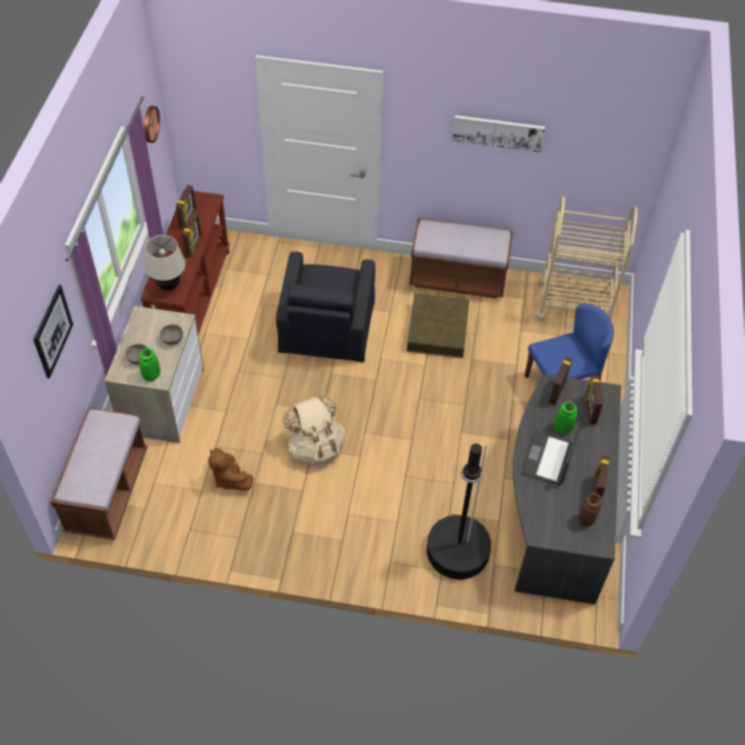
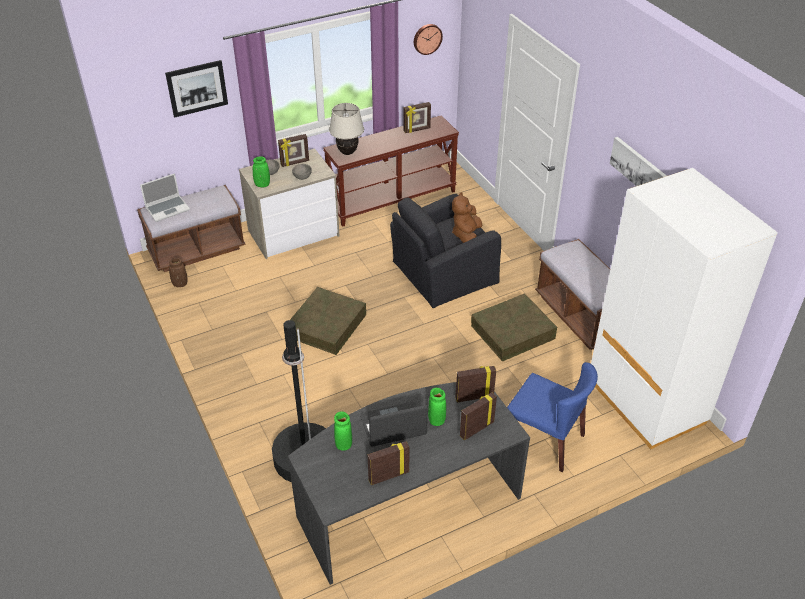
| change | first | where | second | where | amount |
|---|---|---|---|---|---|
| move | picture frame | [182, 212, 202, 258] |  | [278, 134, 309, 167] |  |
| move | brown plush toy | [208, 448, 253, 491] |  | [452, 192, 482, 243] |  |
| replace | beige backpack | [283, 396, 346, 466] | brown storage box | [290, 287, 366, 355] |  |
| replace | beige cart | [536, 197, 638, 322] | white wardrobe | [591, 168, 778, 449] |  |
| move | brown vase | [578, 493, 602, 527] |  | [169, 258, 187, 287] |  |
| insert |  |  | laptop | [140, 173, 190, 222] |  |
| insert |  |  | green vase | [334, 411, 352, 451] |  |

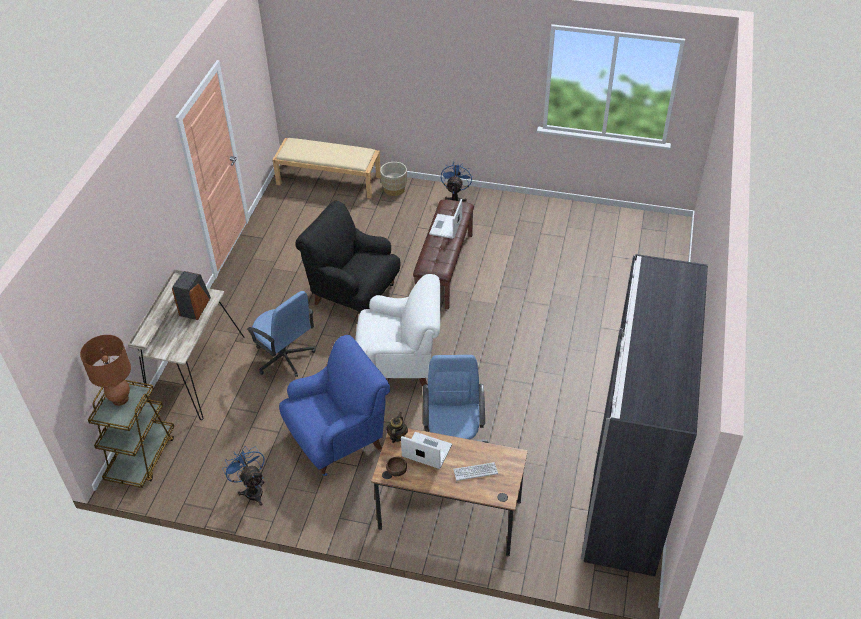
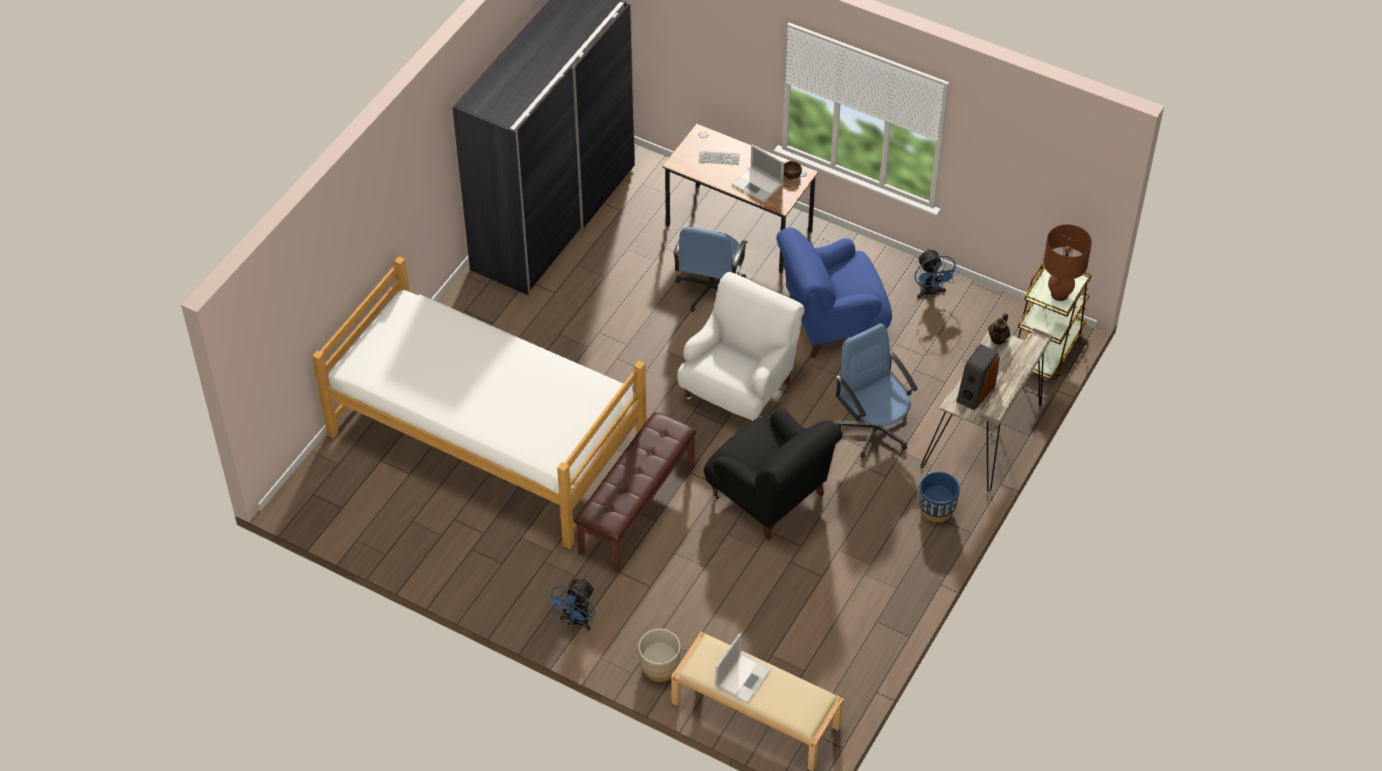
| change | first | where | second | where | amount |
|---|---|---|---|---|---|
| rotate | white armchair | [355, 274, 440, 386] |  | [677, 272, 805, 422] | 105 degrees clockwise |
| move | teapot | [386, 412, 408, 443] |  | [988, 313, 1010, 345] |  |
| move | laptop | [429, 199, 462, 239] |  | [715, 633, 771, 704] |  |
| insert |  |  | bed | [312, 257, 647, 549] |  |
| insert |  |  | blue planter | [919, 472, 960, 522] |  |

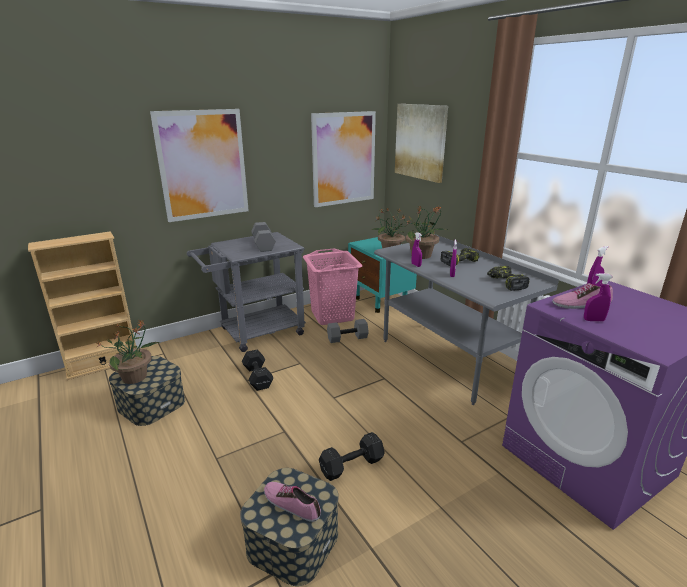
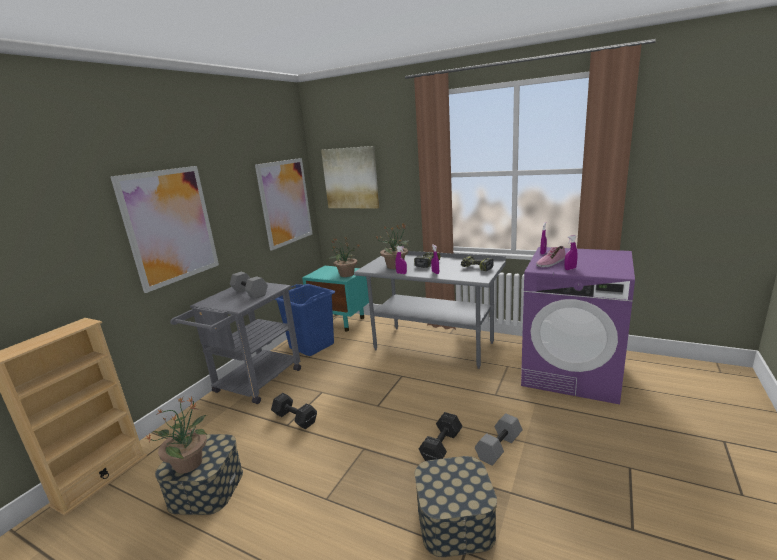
| change | first | where | second | where | amount |
|---|---|---|---|---|---|
| delete | shoe | [264, 482, 321, 522] |  |  |  |
| recolor | pink laundry basket | [303, 249, 363, 325] | blue laundry basket | [274, 284, 335, 356] |  |
| move | grey dumbbell | [327, 319, 369, 343] |  | [475, 413, 523, 466] |  |

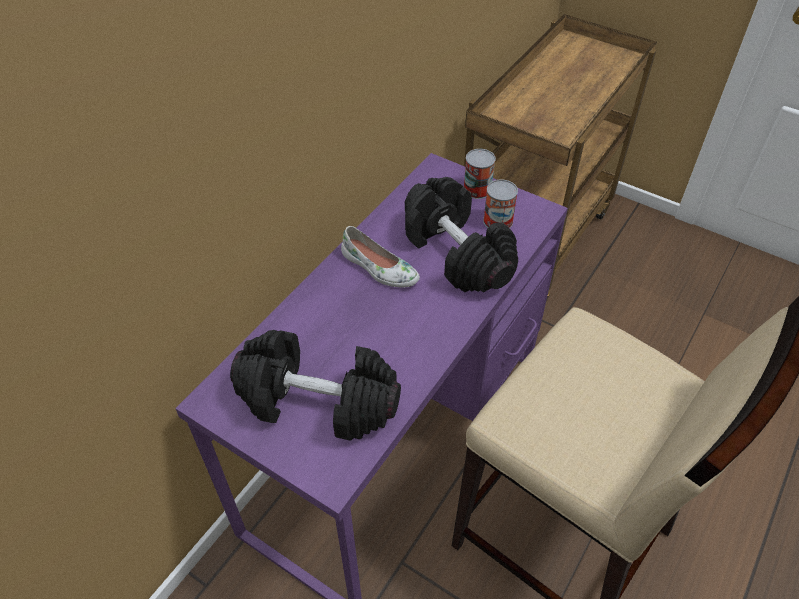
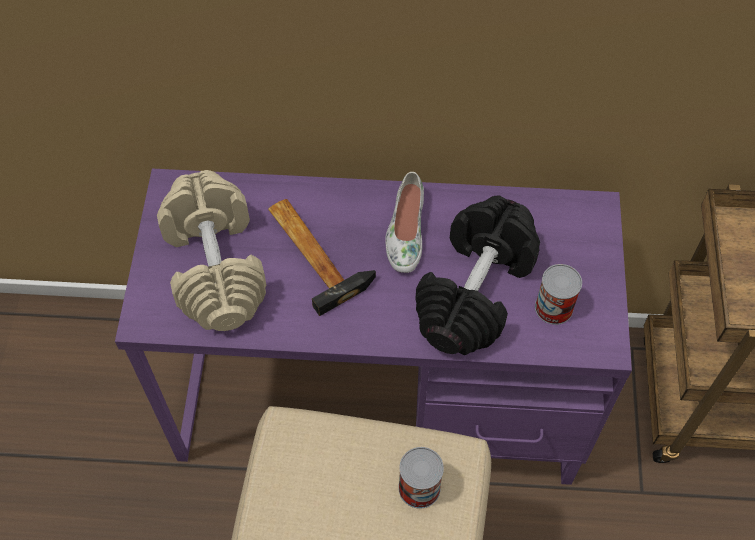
| change | first | where | second | where | amount |
|---|---|---|---|---|---|
| recolor | black dumbbell | [230, 330, 401, 441] | beige dumbbell | [157, 170, 267, 331] |  |
| move | can | [464, 149, 496, 199] |  | [398, 447, 444, 509] |  |
| insert |  |  | hammer | [268, 199, 376, 316] |  |

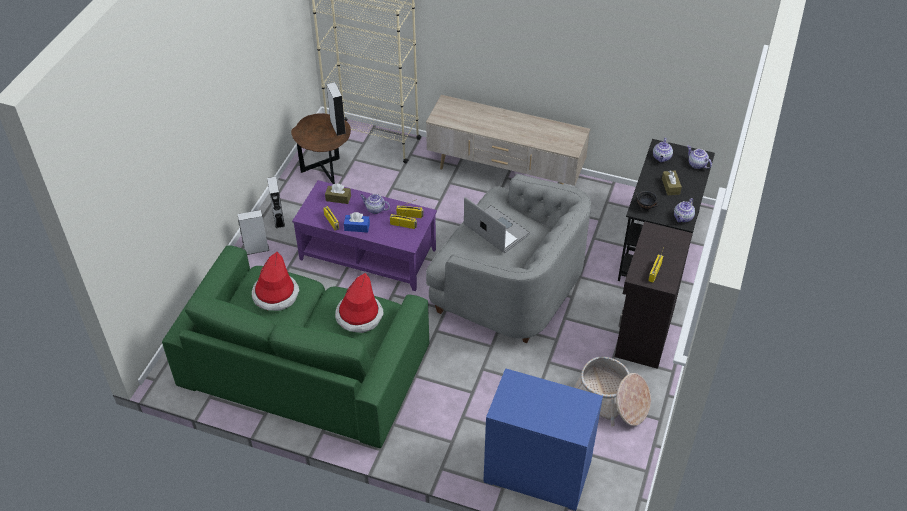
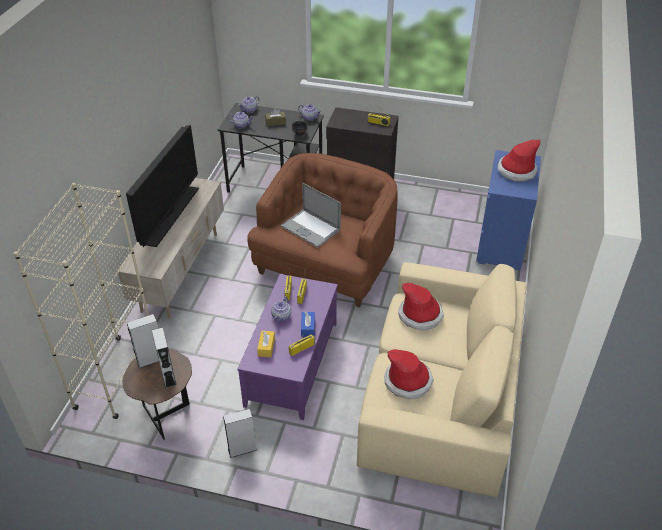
| change | first | where | second | where | amount |
|---|---|---|---|---|---|
| recolor | green sofa | [162, 245, 429, 448] | beige sofa | [357, 262, 526, 497] |  |
| move | grey speaker | [238, 210, 269, 255] |  | [152, 327, 176, 388] |  |
| recolor | brown tissue box | [325, 183, 351, 204] | yellow tissue box | [257, 331, 275, 357] |  |
| recolor | grey armchair | [426, 174, 591, 344] | brown armchair | [247, 153, 398, 308] |  |
| rotate | laptop | [464, 197, 530, 253] |  | [281, 183, 341, 248] | 90 degrees counterclockwise |
| delete | basket | [574, 357, 651, 427] |  |  |  |
| insert |  |  | television | [126, 125, 199, 247] |  |
| insert |  |  | hat | [498, 140, 540, 182] |  |

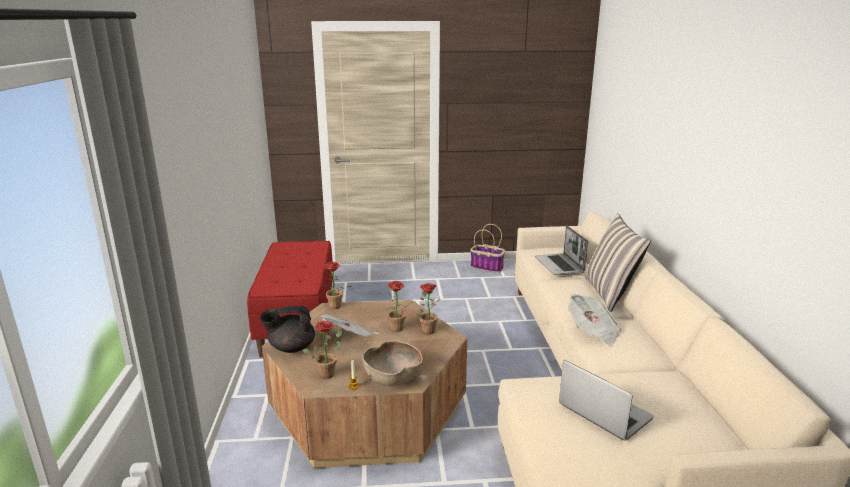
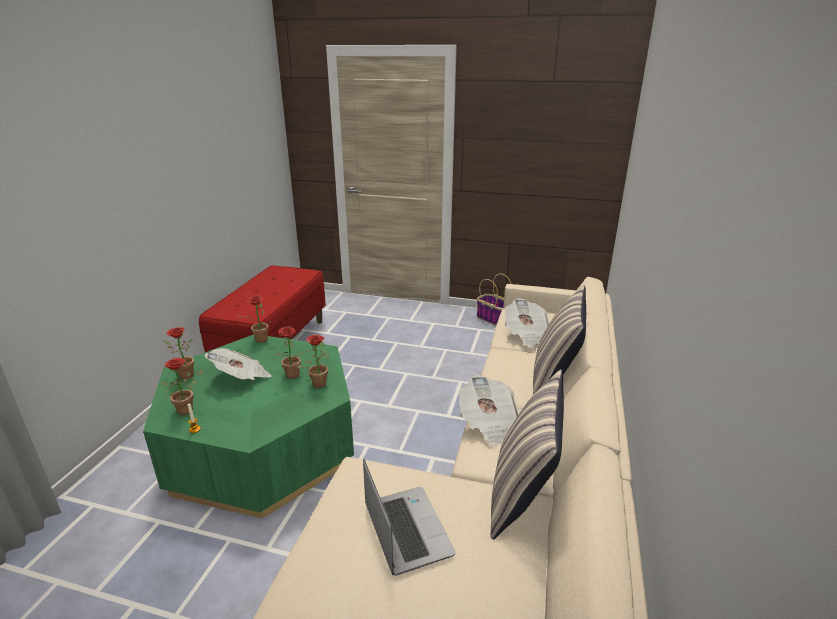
| change | first | where | second | where | amount |
|---|---|---|---|---|---|
| replace | black teapot | [260, 305, 315, 353] | potted plant | [163, 327, 194, 379] |  |
| recolor | brown coffee table | [262, 300, 467, 468] | green coffee table | [143, 334, 354, 519] |  |
| delete | brown bowl | [362, 341, 423, 386] |  |  |  |
| replace | laptop | [535, 225, 588, 275] | newspaper | [505, 298, 550, 347] |  |
| insert |  |  | pillow | [491, 369, 564, 540] |  |

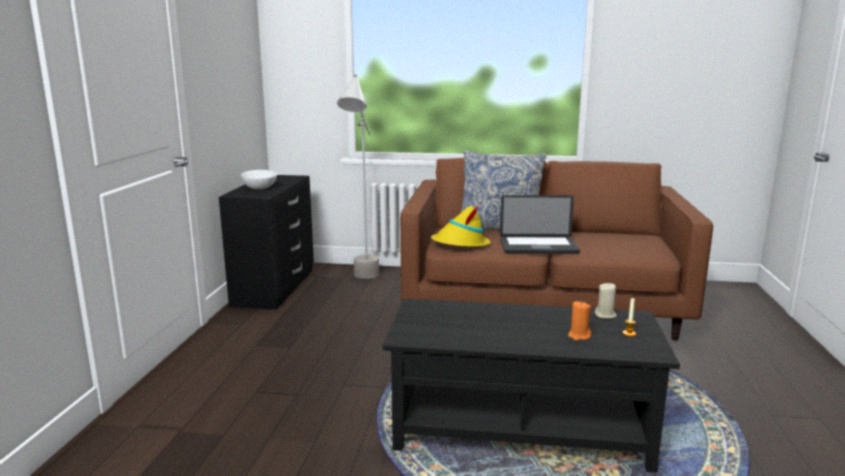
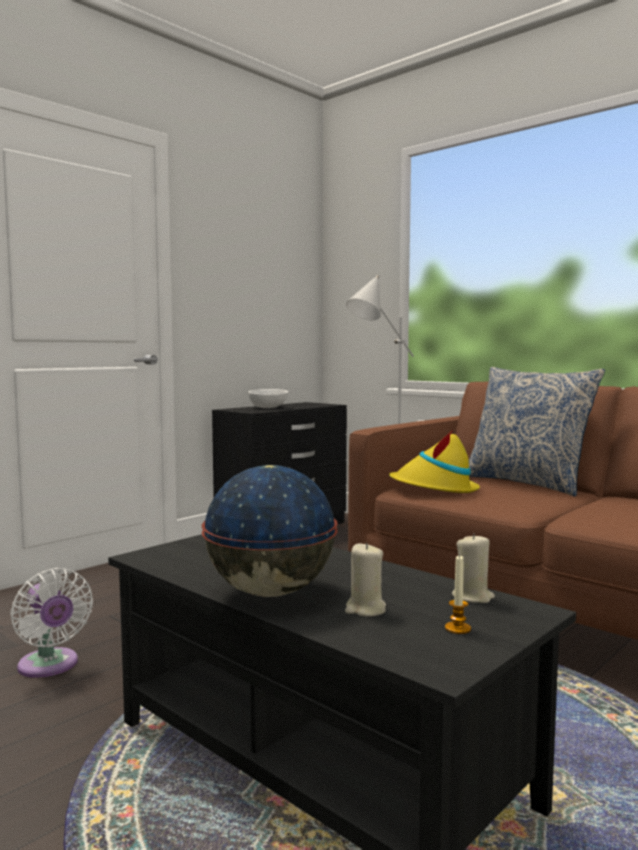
| change | first | where | second | where | amount |
|---|---|---|---|---|---|
| delete | laptop | [500, 195, 580, 254] |  |  |  |
| recolor | orange candle | [568, 301, 592, 341] | beige candle | [345, 543, 386, 617] |  |
| insert |  |  | white fan | [10, 568, 93, 678] |  |
| insert |  |  | globe | [202, 465, 338, 597] |  |

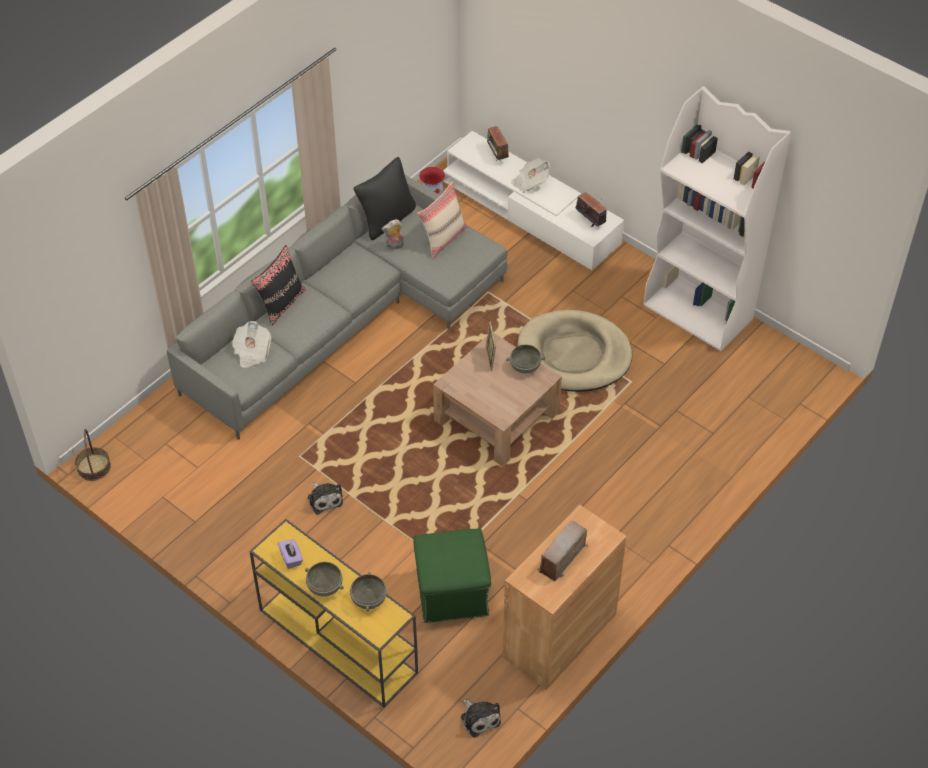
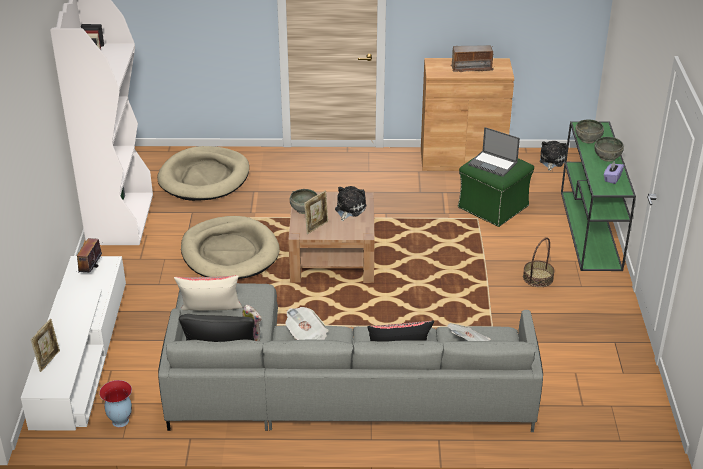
| change | first | where | second | where | amount |
|---|---|---|---|---|---|
| move | basket | [75, 429, 111, 481] |  | [523, 237, 555, 287] |  |
| recolor | yellow console table | [249, 519, 418, 707] | green console table | [561, 121, 636, 271] |  |
| move | plush toy | [308, 482, 343, 515] |  | [335, 186, 367, 221] |  |
| replace | radio | [487, 126, 509, 161] | picture frame | [31, 319, 60, 372] |  |
| move | newspaper | [511, 158, 550, 193] |  | [285, 307, 328, 340] |  |
| insert |  |  | beige dog bed | [157, 146, 249, 201] |  |
| insert |  |  | laptop | [468, 127, 520, 177] |  |

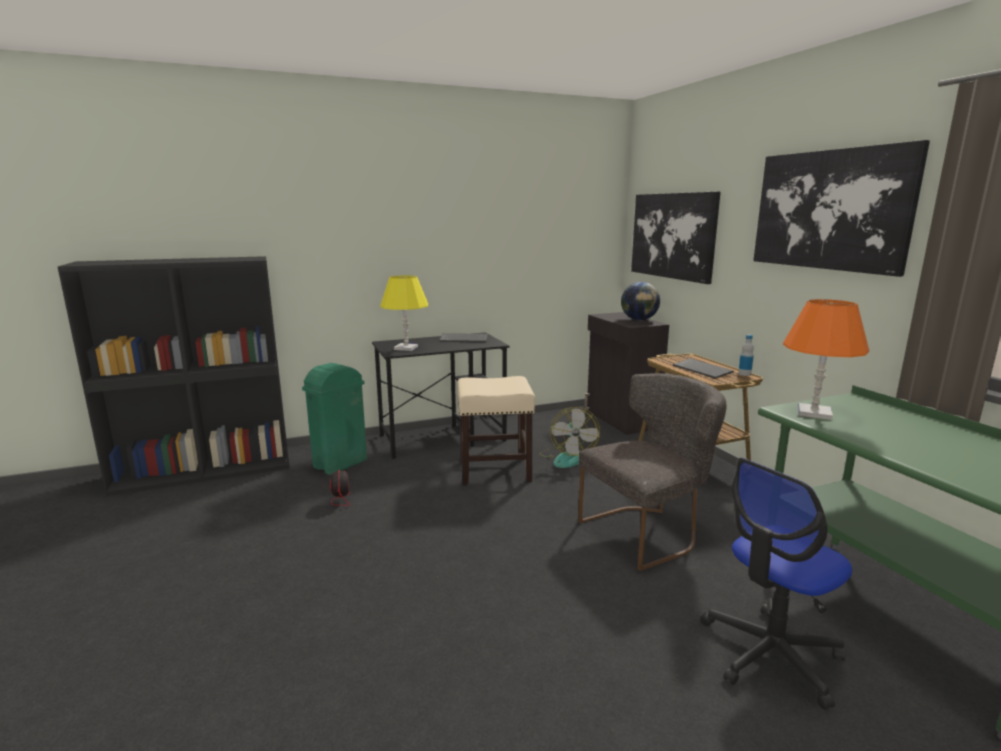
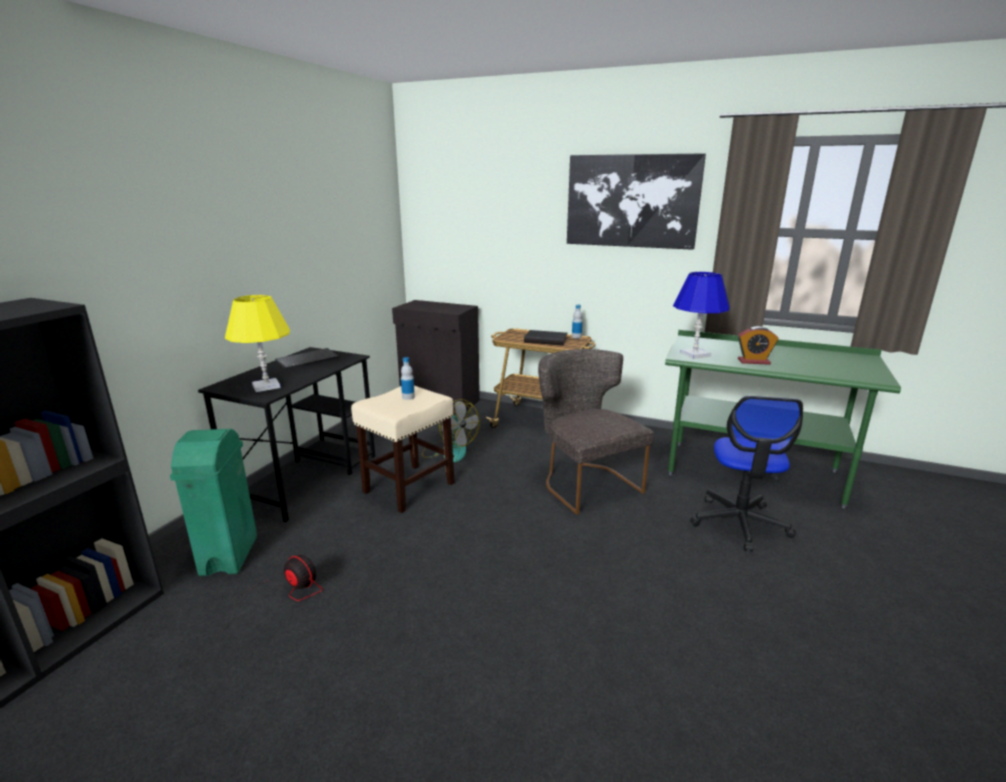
| change | first | where | second | where | amount |
|---|---|---|---|---|---|
| rotate | grey chair | [578, 373, 726, 571] |  | [538, 349, 654, 515] | 45 degrees counterclockwise |
| delete | globe | [621, 282, 660, 320] |  |  |  |
| delete | picture | [631, 191, 721, 284] |  |  |  |
| replace | keyboard | [673, 358, 734, 379] | black book | [524, 330, 568, 346] |  |
| recolor | orange table lamp | [783, 299, 869, 420] | blue table lamp | [673, 272, 730, 359] |  |
| insert |  |  | bottle | [401, 357, 415, 400] |  |
| insert |  |  | alarm clock | [738, 326, 778, 365] |  |

